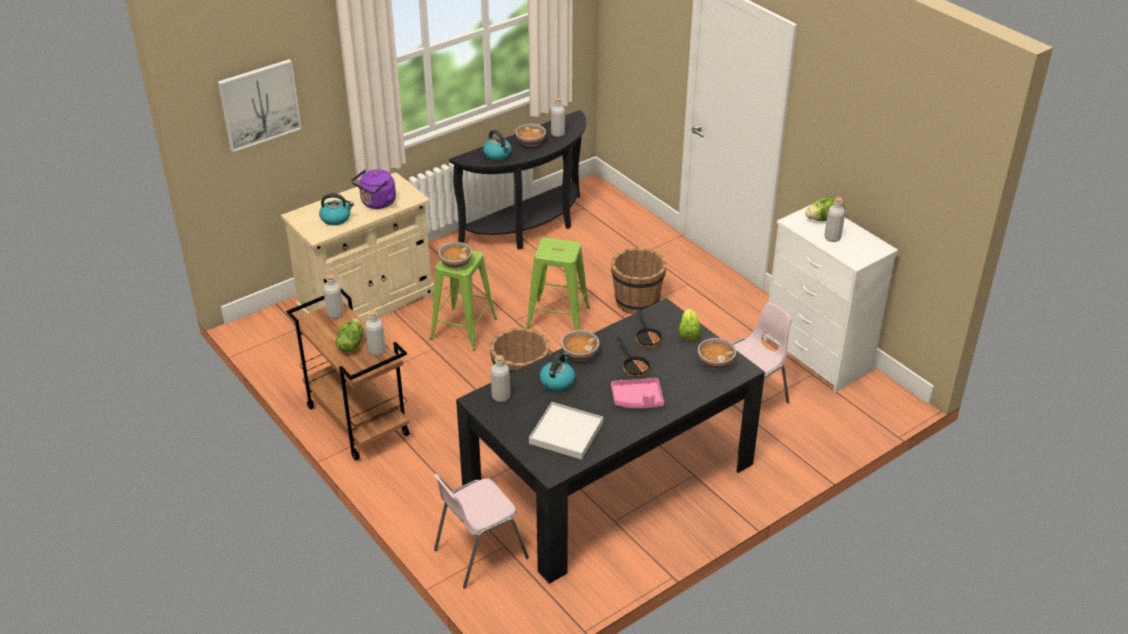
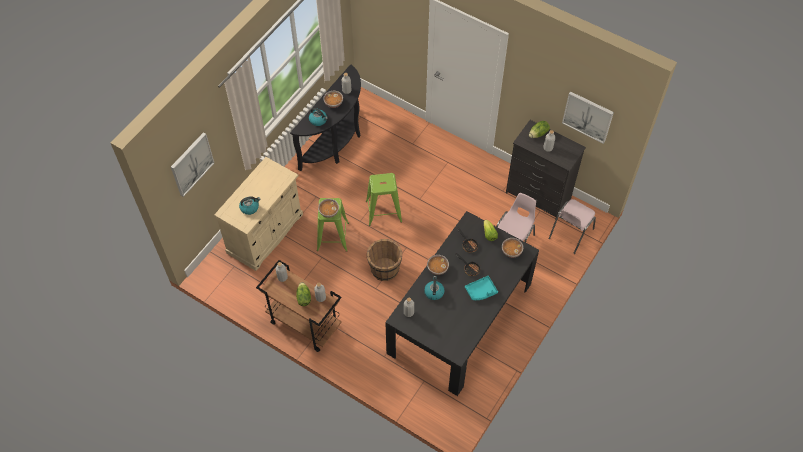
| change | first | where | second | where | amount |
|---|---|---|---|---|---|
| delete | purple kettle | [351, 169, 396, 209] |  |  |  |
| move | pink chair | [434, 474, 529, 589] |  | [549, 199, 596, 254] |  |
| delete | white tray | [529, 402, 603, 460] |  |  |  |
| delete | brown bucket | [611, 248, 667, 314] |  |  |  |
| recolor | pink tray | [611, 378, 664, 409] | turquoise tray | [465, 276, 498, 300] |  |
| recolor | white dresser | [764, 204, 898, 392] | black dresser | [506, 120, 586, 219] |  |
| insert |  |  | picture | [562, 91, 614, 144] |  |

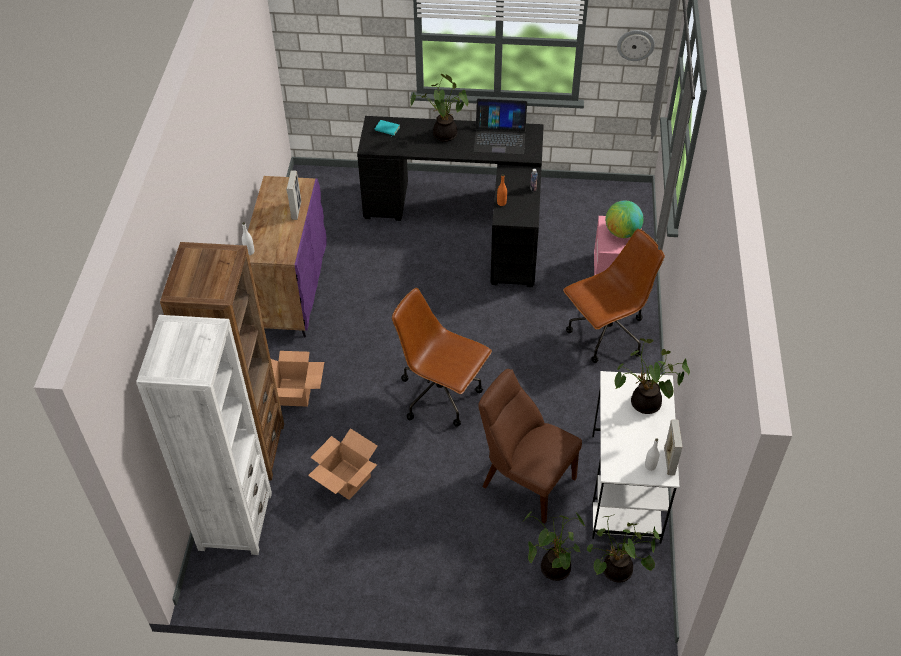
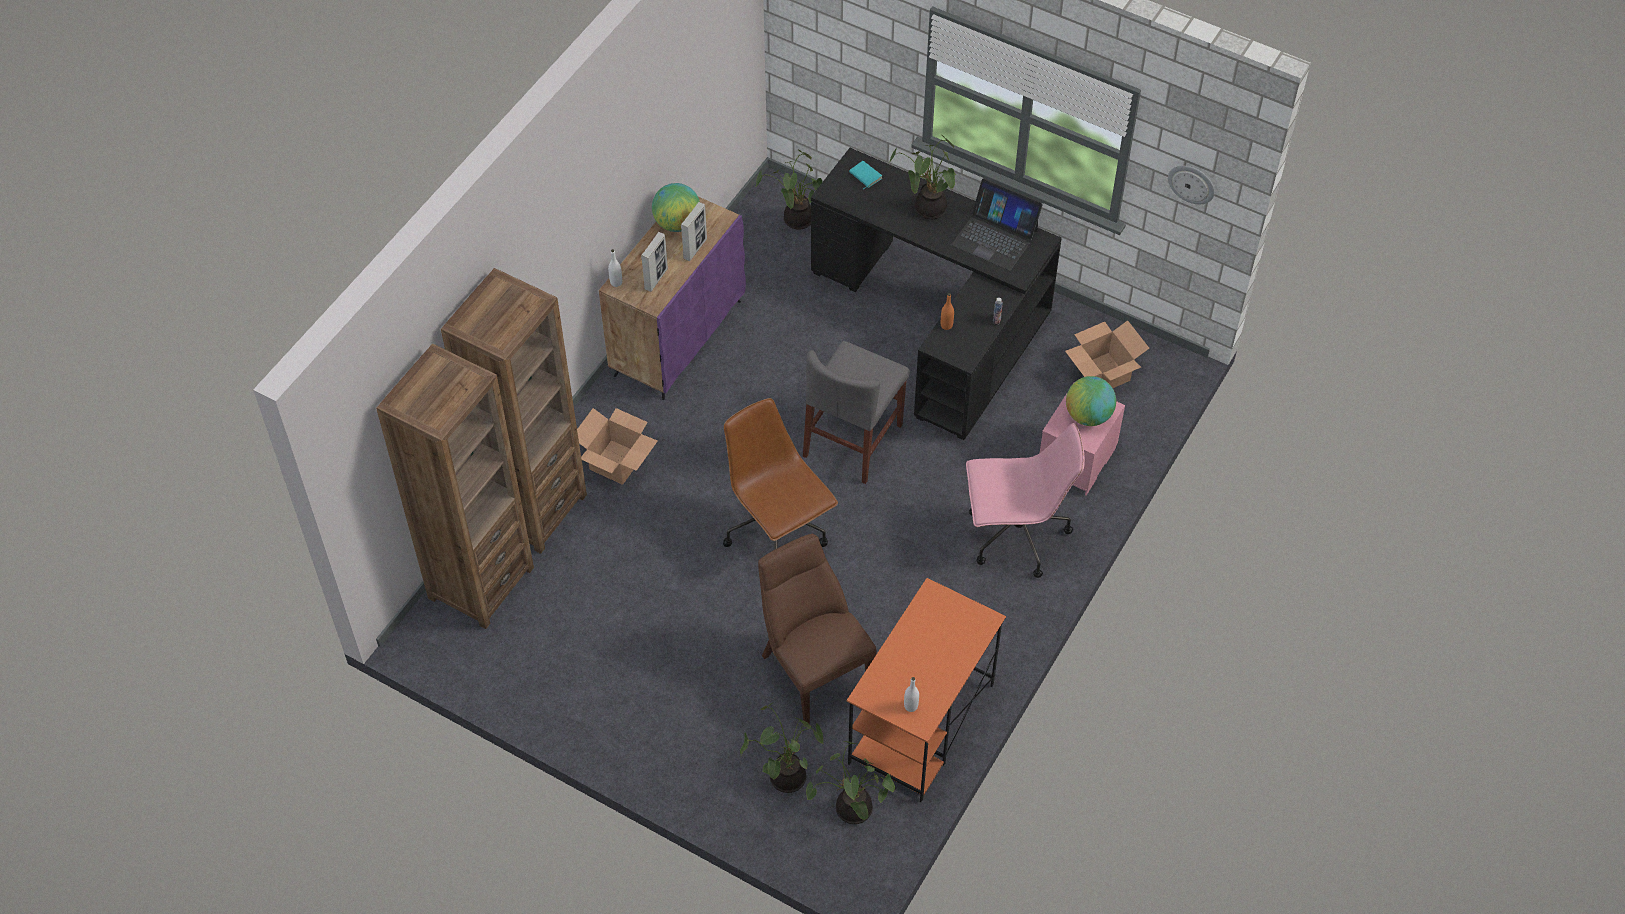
| change | first | where | second | where | amount |
|---|---|---|---|---|---|
| recolor | white bookcase | [136, 315, 272, 555] | brown bookcase | [376, 344, 534, 629] |  |
| move | cardboard box | [308, 428, 377, 500] |  | [1065, 320, 1149, 388] |  |
| recolor | brown office chair | [563, 229, 665, 363] | pink office chair | [966, 423, 1085, 578] |  |
| recolor | white desk | [592, 371, 680, 544] | orange desk | [847, 578, 1006, 802] |  |
| move | potted plant | [615, 338, 690, 414] |  | [756, 150, 822, 229] |  |
| move | picture frame | [664, 419, 682, 475] |  | [641, 232, 668, 292] |  |
| insert |  |  | globe | [652, 183, 700, 232] |  |
| insert |  |  | grey chair | [803, 341, 910, 484] |  |

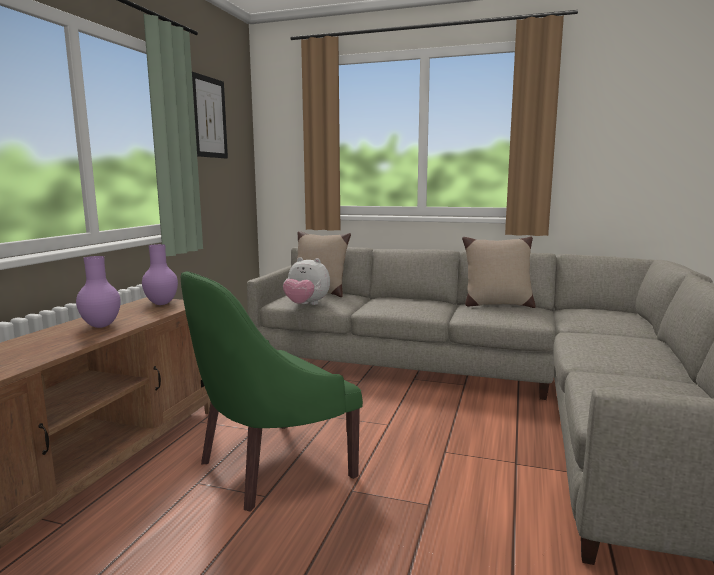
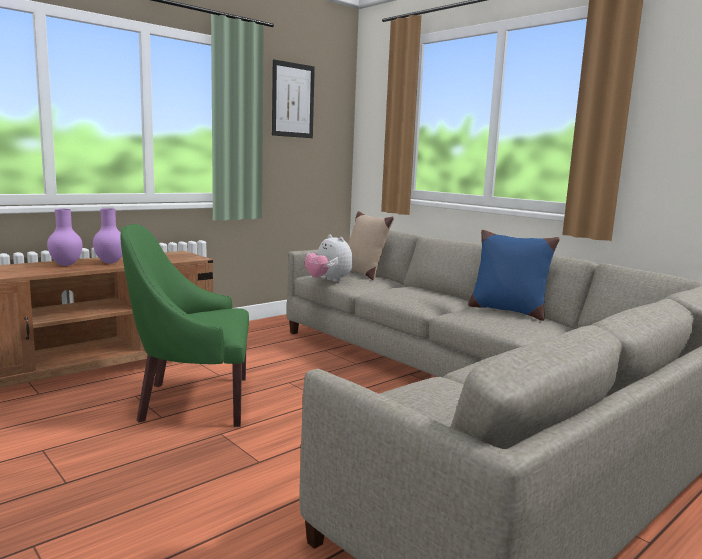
| change | first | where | second | where | amount |
|---|---|---|---|---|---|
| move | purple vase | [142, 244, 178, 305] |  | [47, 209, 82, 266] |  |
| recolor | beige pillow | [462, 236, 536, 308] | blue pillow | [468, 230, 559, 321] |  |

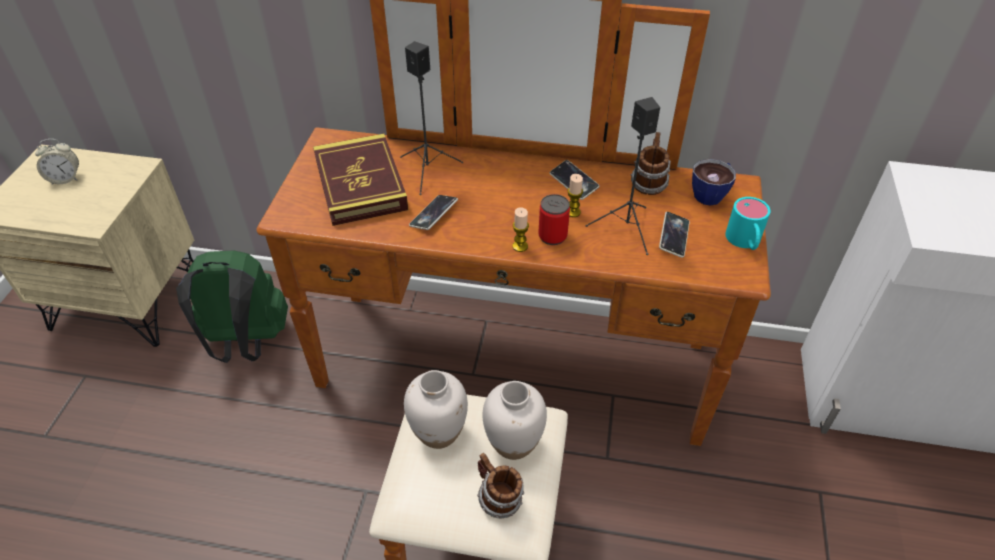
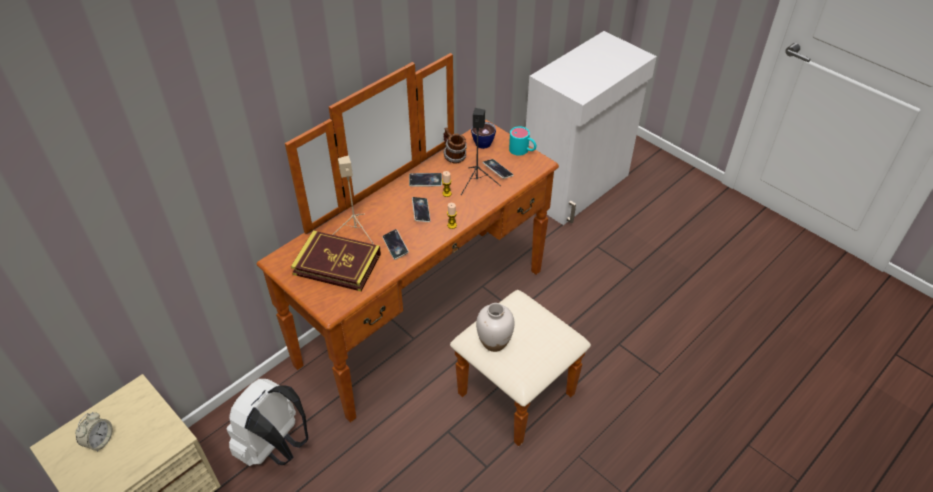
| change | first | where | second | where | amount |
|---|---|---|---|---|---|
| recolor | green backpack | [176, 250, 288, 363] | white backpack | [227, 379, 308, 466] |  |
| recolor | black speaker | [400, 41, 463, 195] | beige speaker | [332, 155, 374, 244] |  |
| delete | mug | [477, 453, 524, 519] |  |  |  |
| delete | white vase | [483, 381, 547, 460] |  |  |  |
| delete | can | [538, 194, 570, 245] |  |  |  |
| insert |  |  | phone | [412, 197, 430, 222] |  |

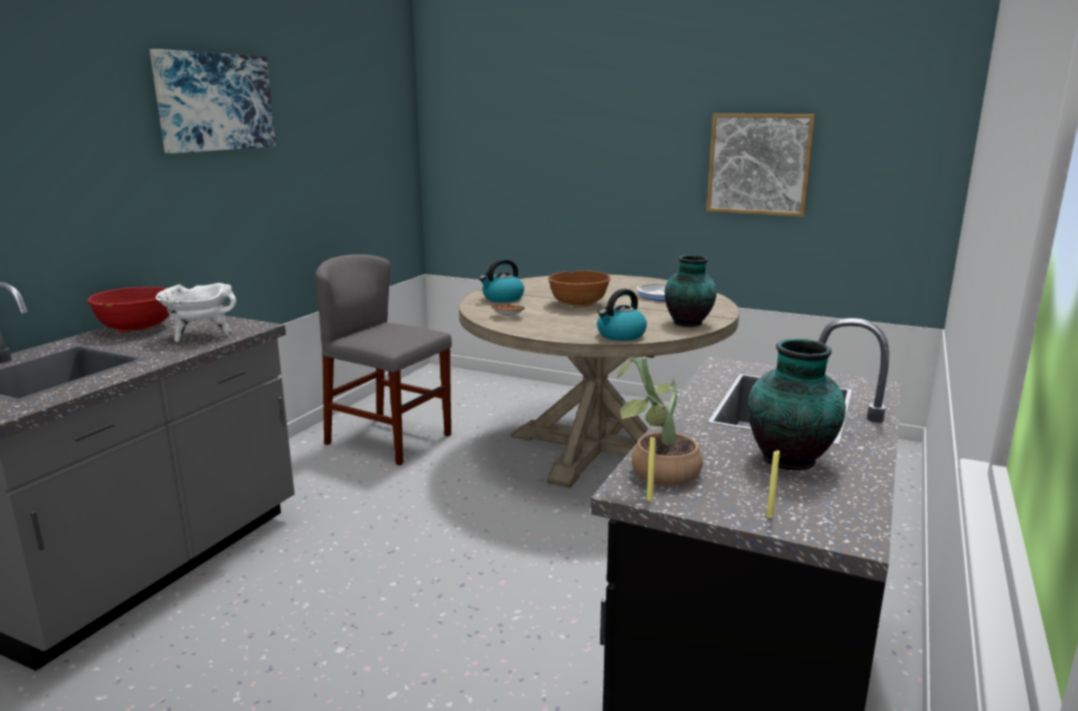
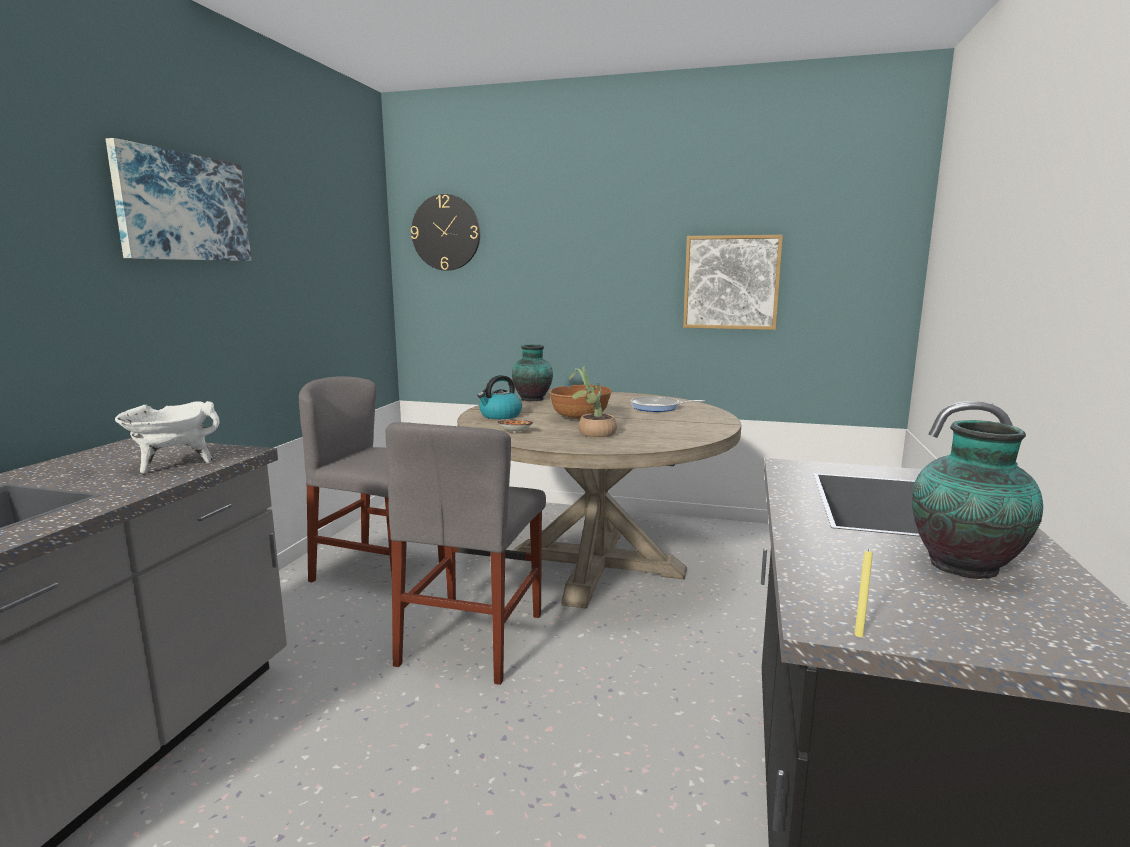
| change | first | where | second | where | amount |
|---|---|---|---|---|---|
| delete | red bowl | [87, 287, 170, 333] |  |  |  |
| delete | kettle | [597, 289, 647, 341] |  |  |  |
| move | potted plant | [618, 357, 703, 486] |  | [569, 367, 617, 438] |  |
| move | vase | [665, 255, 717, 327] |  | [512, 344, 553, 401] |  |
| delete | yellow candle | [767, 450, 780, 518] |  |  |  |
| insert |  |  | grey chair | [385, 422, 546, 685] |  |
| insert |  |  | wall clock | [411, 194, 480, 271] |  |

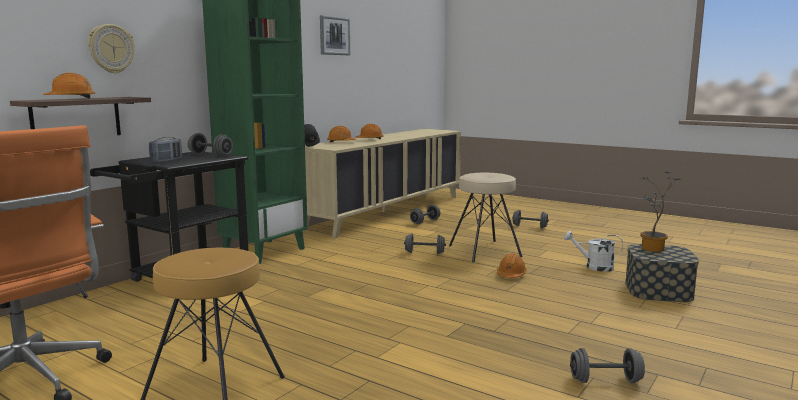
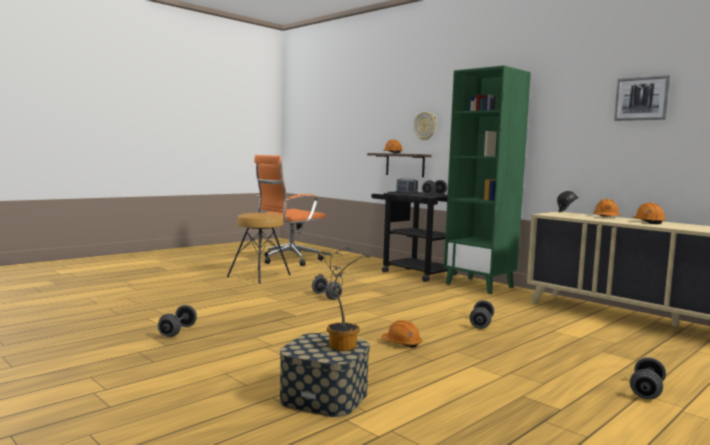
| change | first | where | second | where | amount |
|---|---|---|---|---|---|
| move | grey dumbbell | [410, 205, 440, 224] |  | [312, 277, 342, 300] |  |
| delete | beige stool | [449, 173, 523, 262] |  |  |  |
| delete | white watering can | [564, 231, 623, 272] |  |  |  |

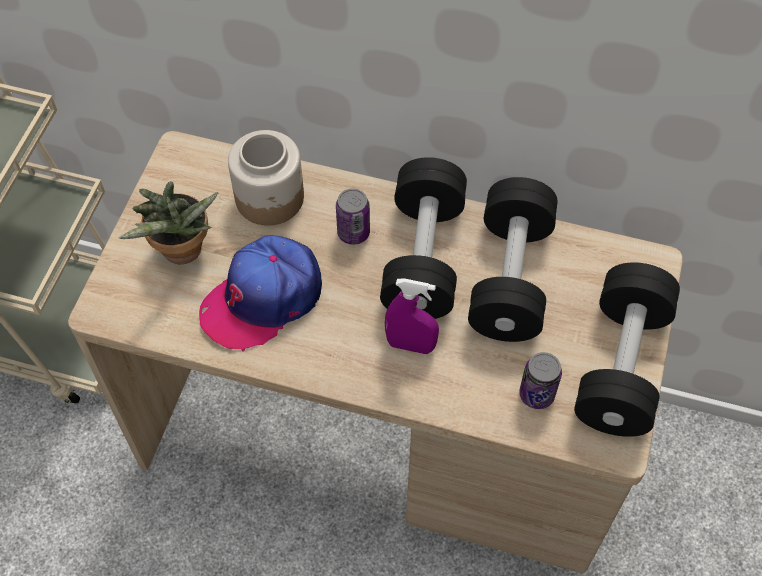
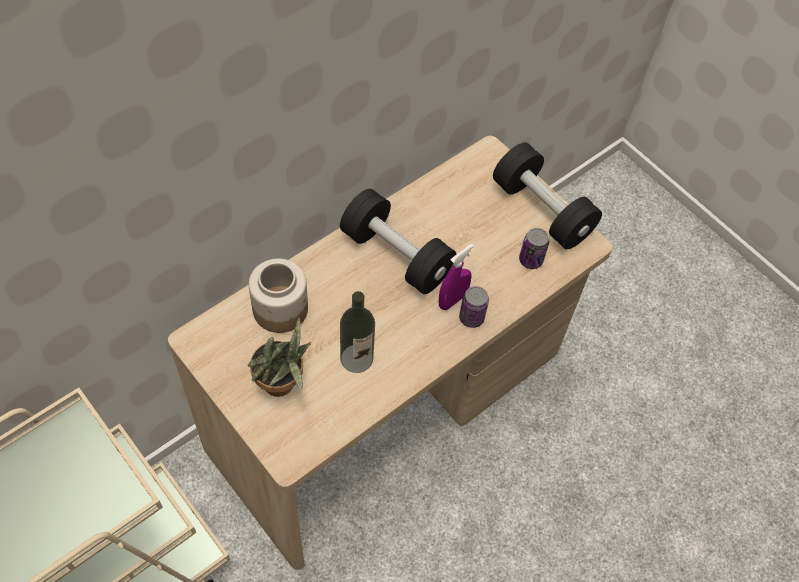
| change | first | where | second | where | amount |
|---|---|---|---|---|---|
| replace | cap | [199, 235, 322, 352] | bottle | [340, 291, 375, 373] |  |
| move | can | [336, 188, 370, 245] |  | [459, 286, 489, 328] |  |
| delete | black dumbbell | [468, 177, 558, 342] |  |  |  |

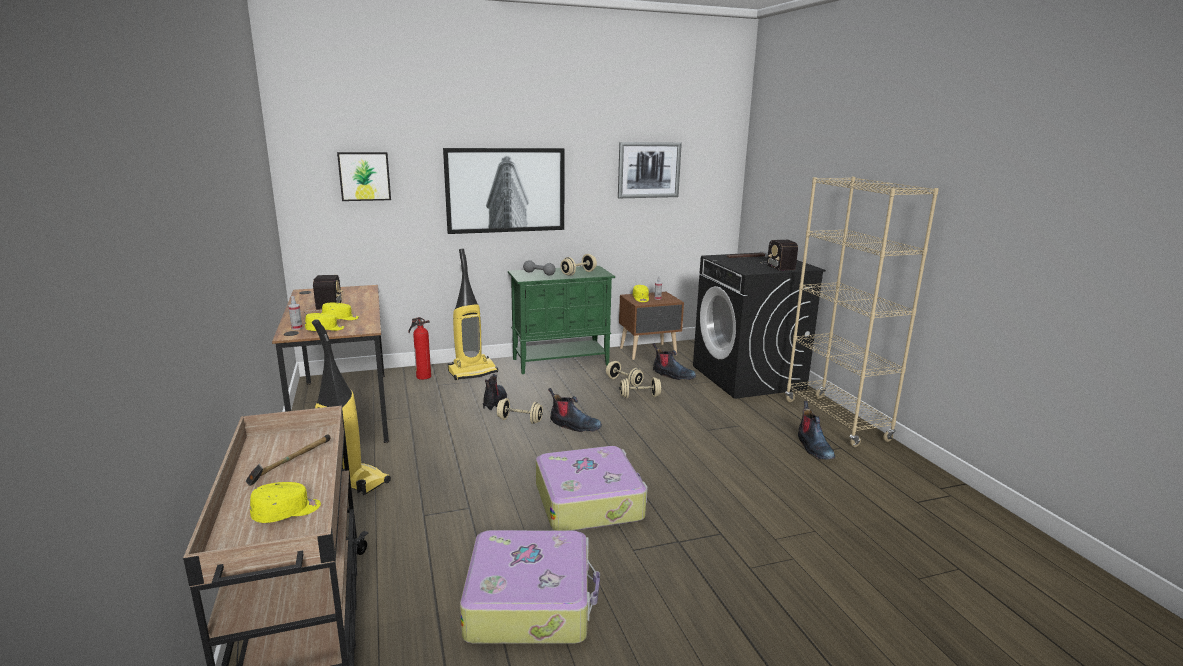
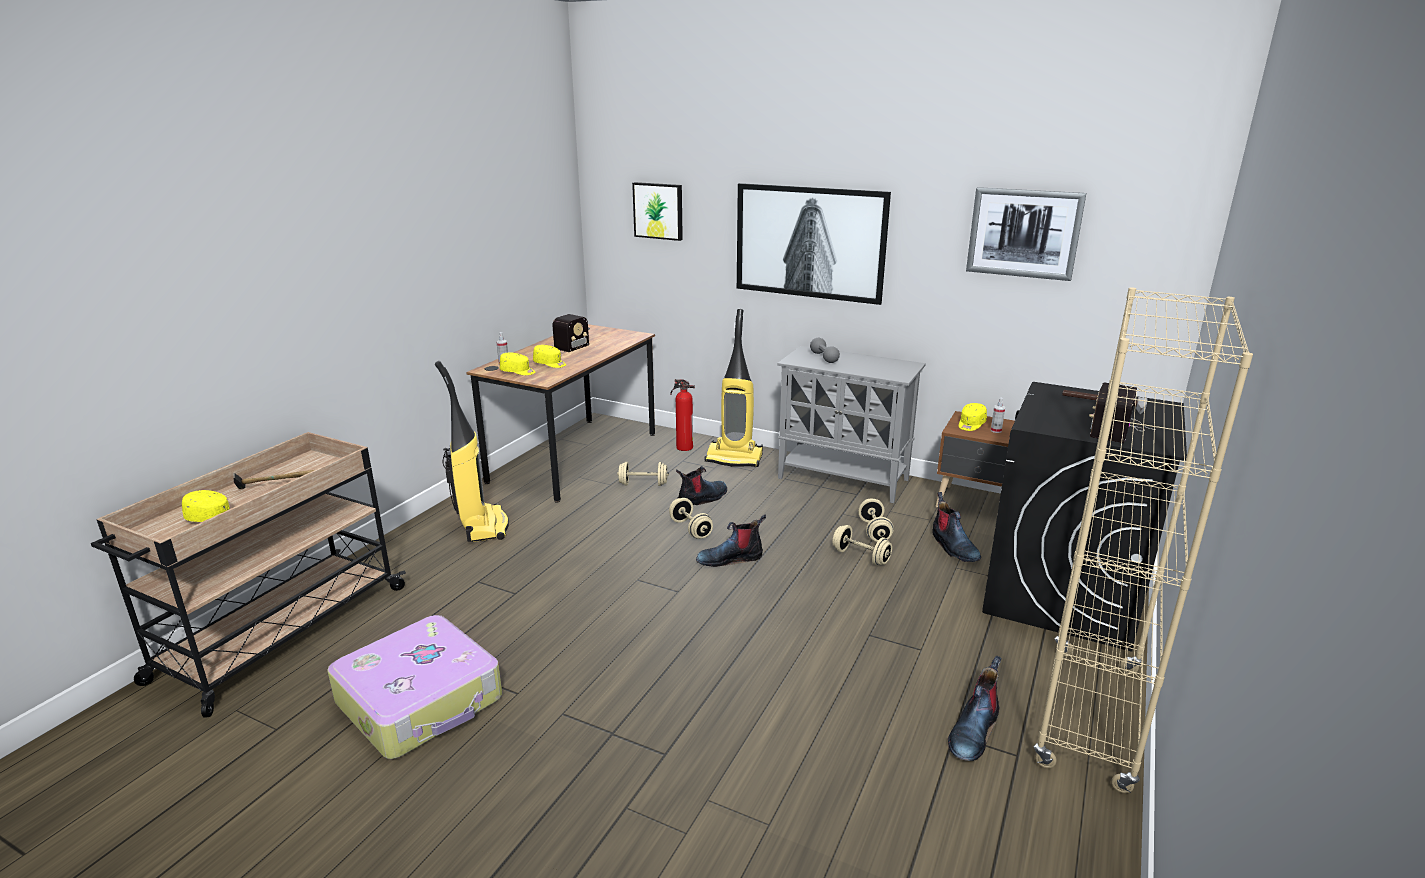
| change | first | where | second | where | amount |
|---|---|---|---|---|---|
| recolor | green cabinet | [508, 266, 615, 374] | grey cabinet | [777, 346, 926, 503] |  |
| delete | suitcase | [536, 446, 647, 531] |  |  |  |
| rotate | boot | [548, 388, 602, 432] |  | [696, 514, 766, 567] | 105 degrees clockwise |
| move | beige dumbbell | [561, 254, 597, 276] |  | [617, 462, 669, 486] |  |

